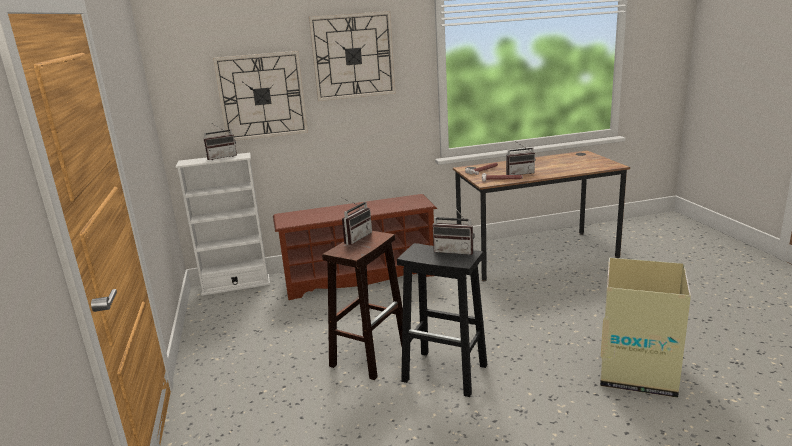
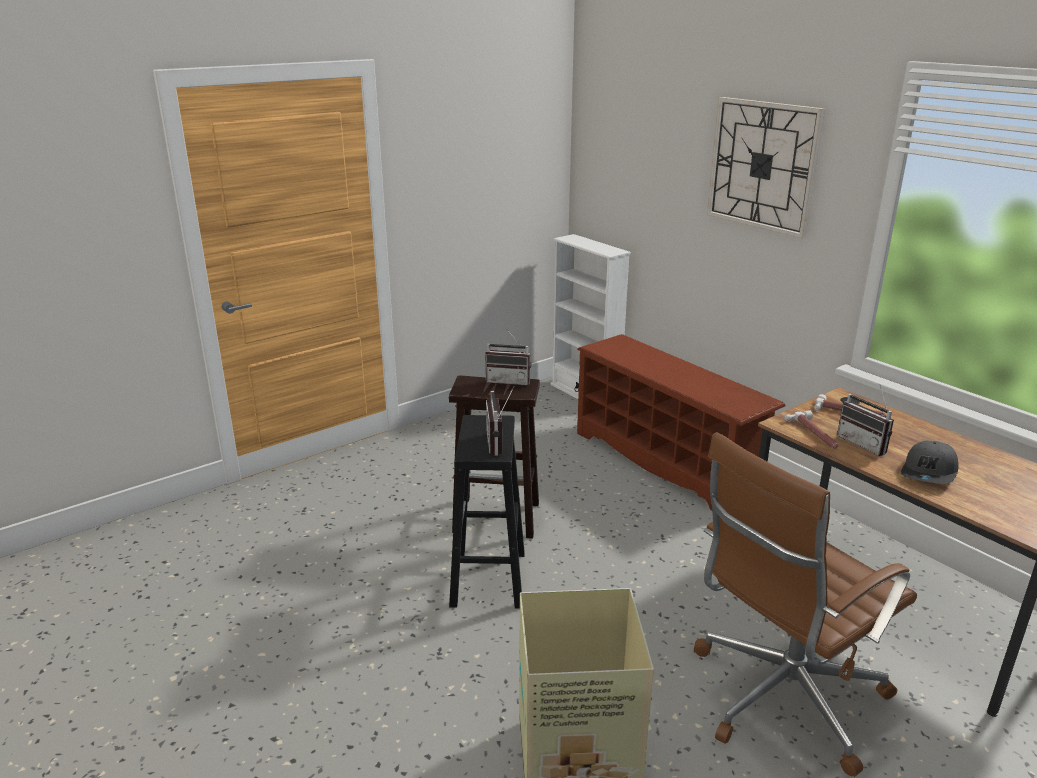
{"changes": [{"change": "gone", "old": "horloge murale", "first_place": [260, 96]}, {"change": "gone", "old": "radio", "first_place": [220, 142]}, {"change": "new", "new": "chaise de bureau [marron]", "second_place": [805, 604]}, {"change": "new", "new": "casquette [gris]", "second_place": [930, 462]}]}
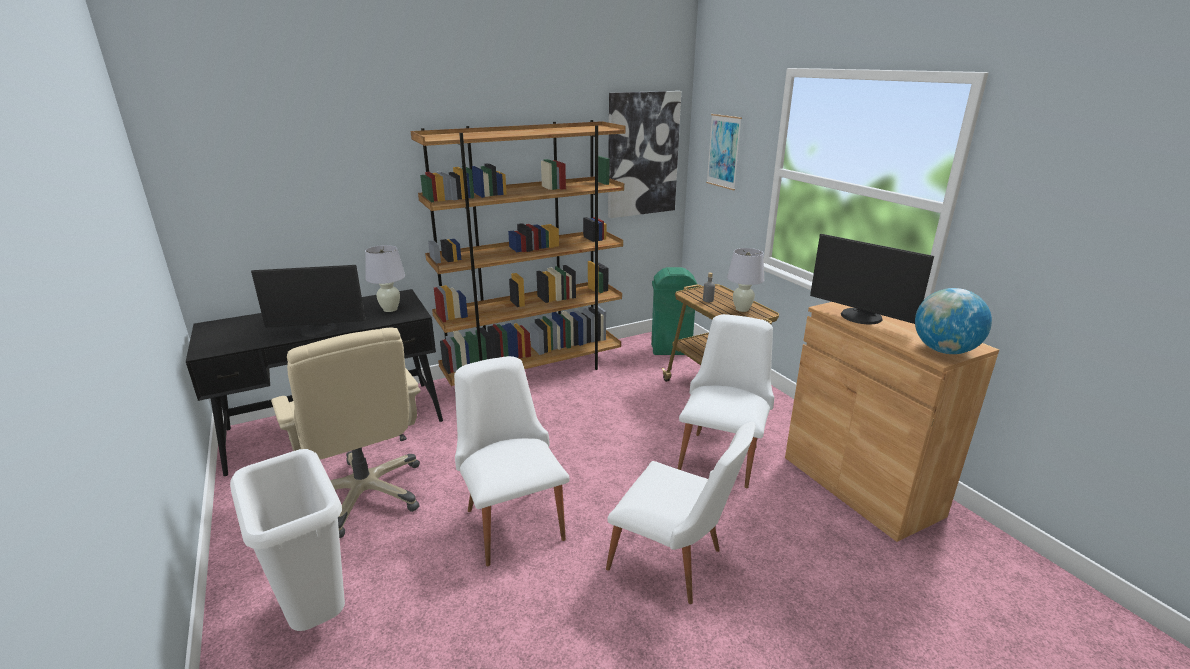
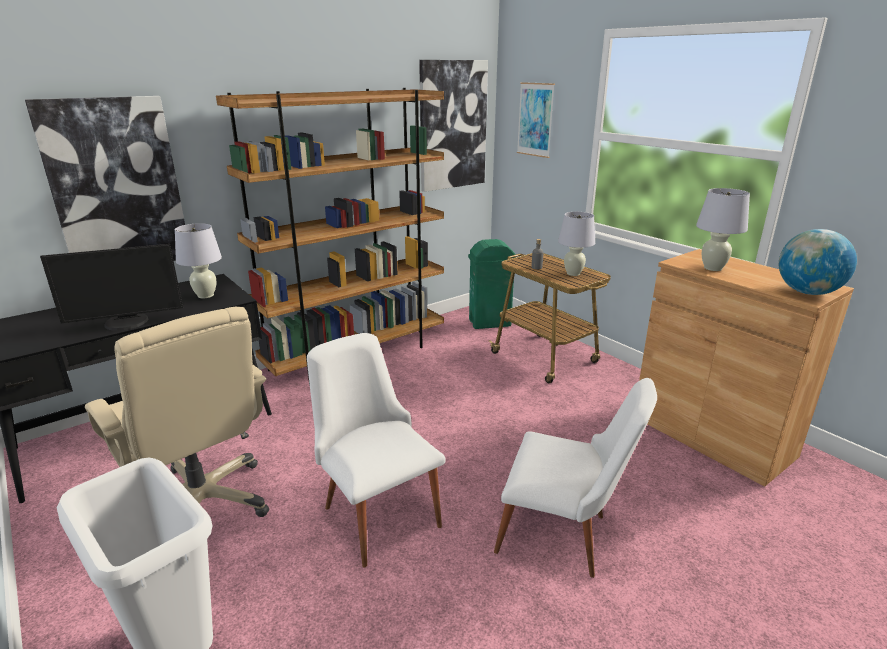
{"changes": [{"change": "swapped", "old": "écran d'ordinateur", "new": "lampe de table [blanc]", "first_place": [872, 279], "second_place": [723, 229]}, {"change": "gone", "old": "chaise [blanc]", "first_place": [726, 401]}, {"change": "new", "new": "tableau", "second_place": [105, 178]}]}
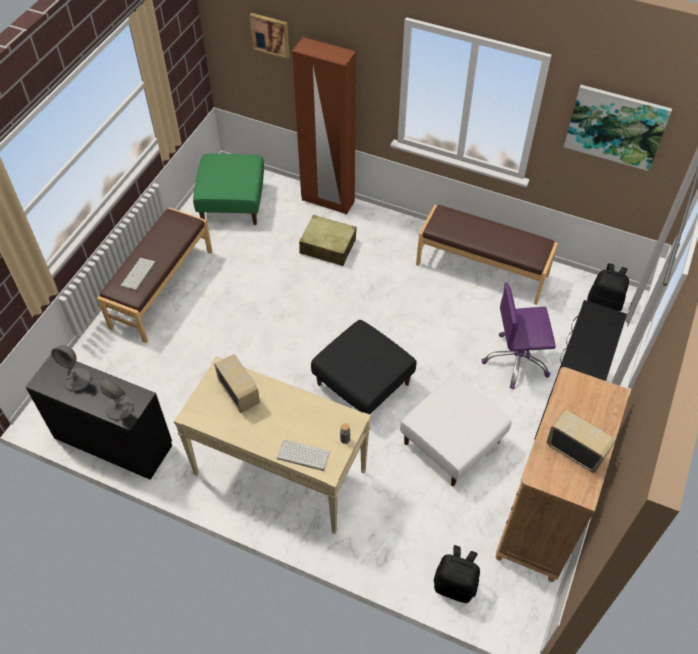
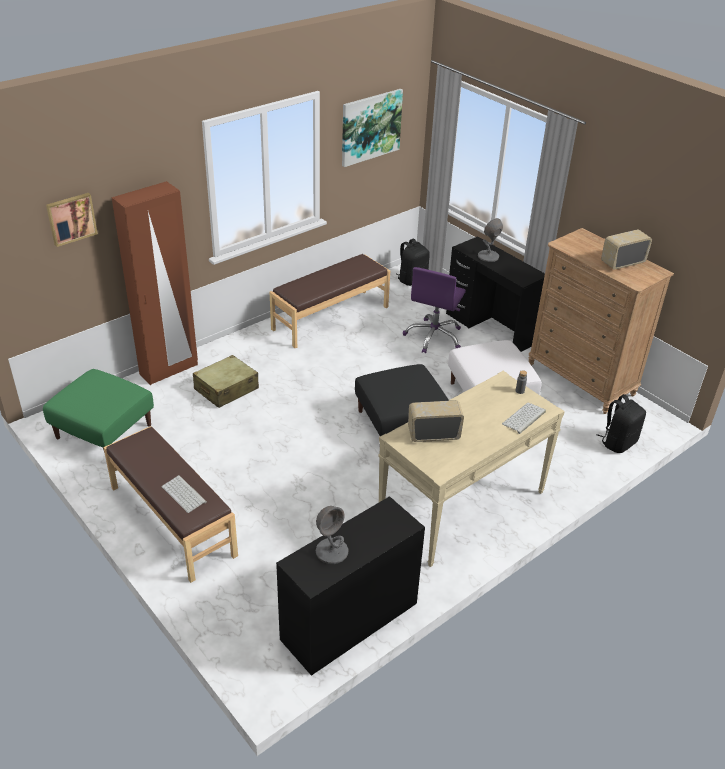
{"changes": [{"change": "shifted", "old": "lampe de table [gris]", "first_place": [116, 399], "second_place": [490, 240]}]}
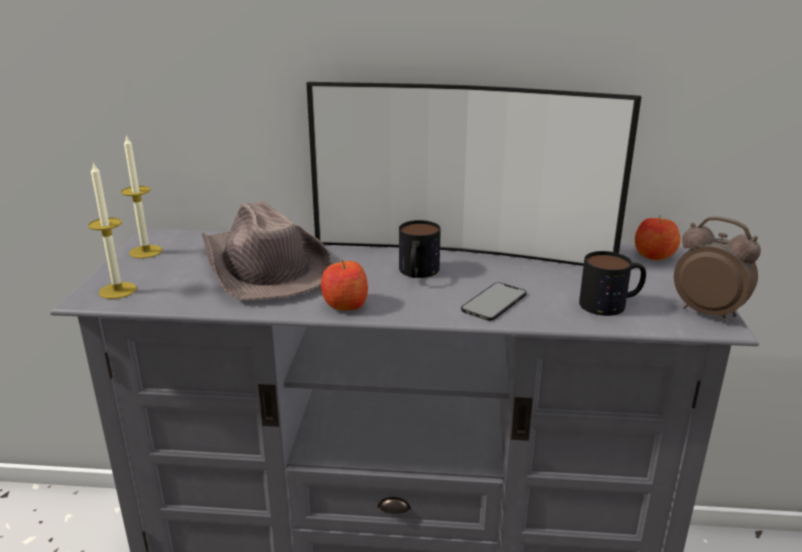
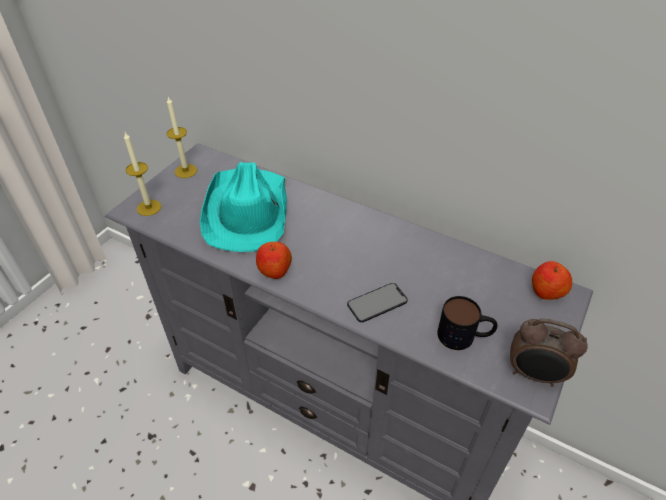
{"changes": [{"change": "gone", "old": "téléviseur", "first_place": [473, 174]}, {"change": "repainted", "old": "chapeau [marron]", "new": "chapeau [turquoise]", "first_place": [267, 250], "second_place": [243, 207]}, {"change": "rotated", "old": "réveil", "first_place": [717, 269], "second_place": [549, 352], "degrees": 135}, {"change": "gone", "old": "mug", "first_place": [420, 249]}]}
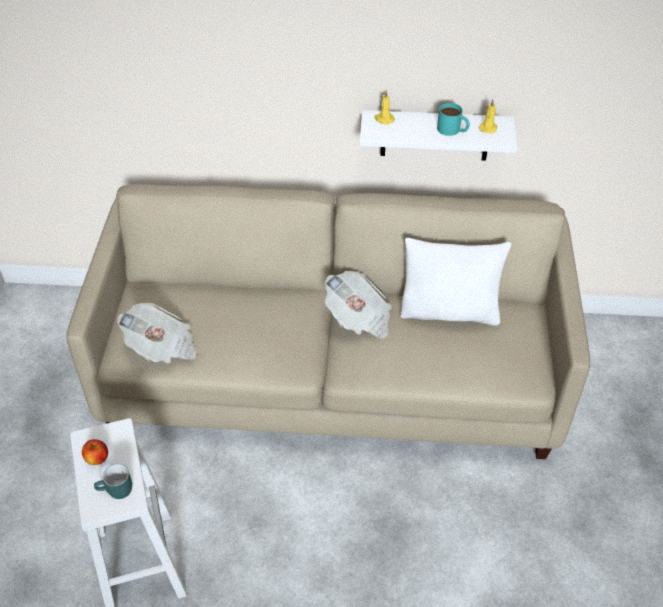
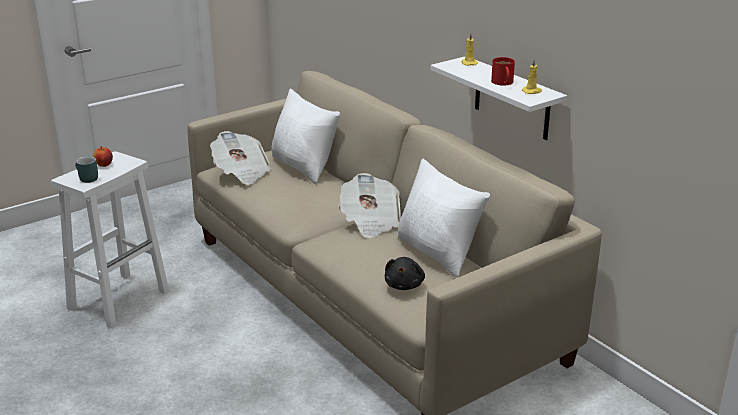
{"changes": [{"change": "repainted", "old": "mug [turquoise]", "new": "mug [rouge]", "first_place": [453, 119], "second_place": [503, 71]}, {"change": "new", "new": "coussin [blanc]", "second_place": [306, 136]}, {"change": "new", "new": "peluche [noir]", "second_place": [405, 273]}]}
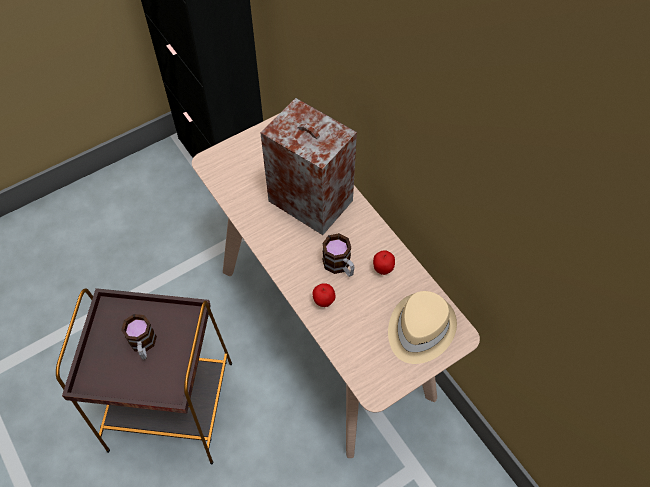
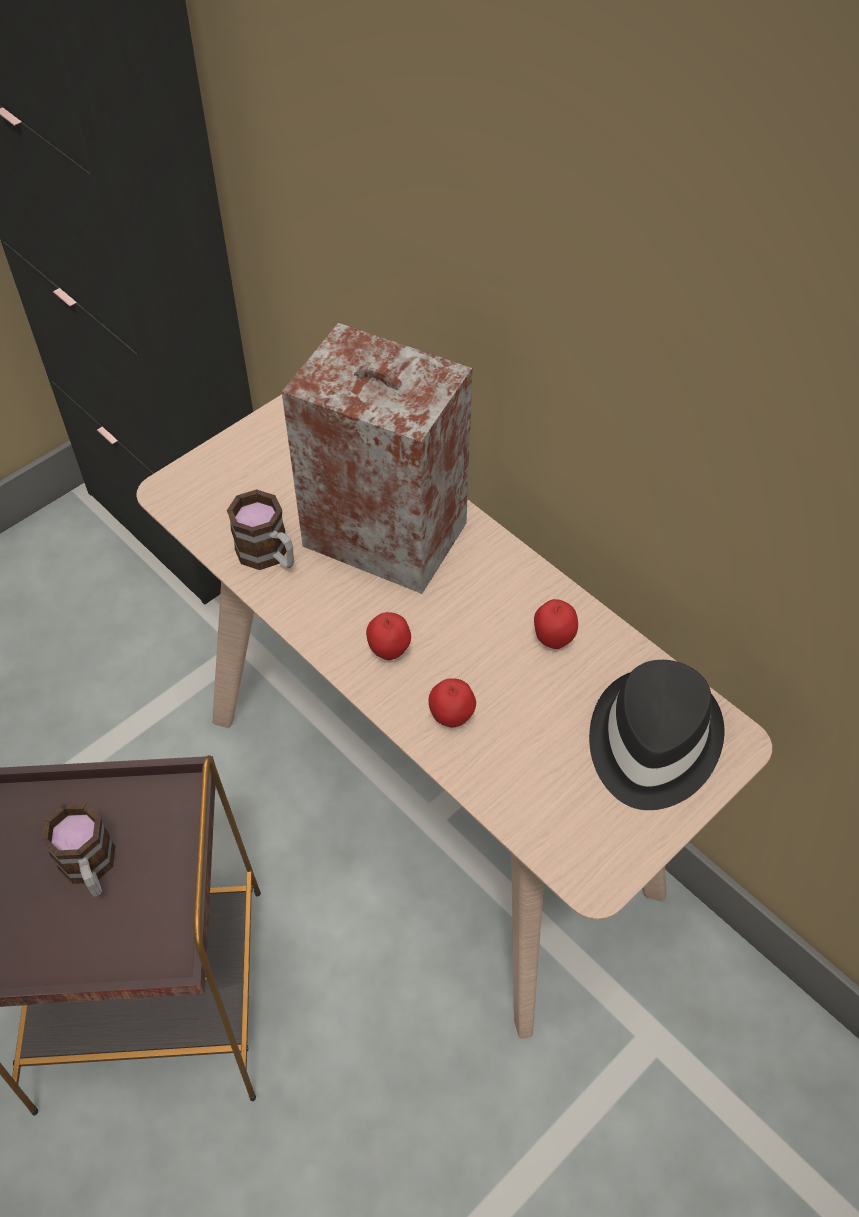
{"changes": [{"change": "shifted", "old": "mug", "first_place": [338, 255], "second_place": [260, 529]}, {"change": "repainted", "old": "chapeau [beige]", "new": "chapeau [noir]", "first_place": [422, 327], "second_place": [656, 735]}, {"change": "new", "new": "pomme", "second_place": [388, 636]}]}
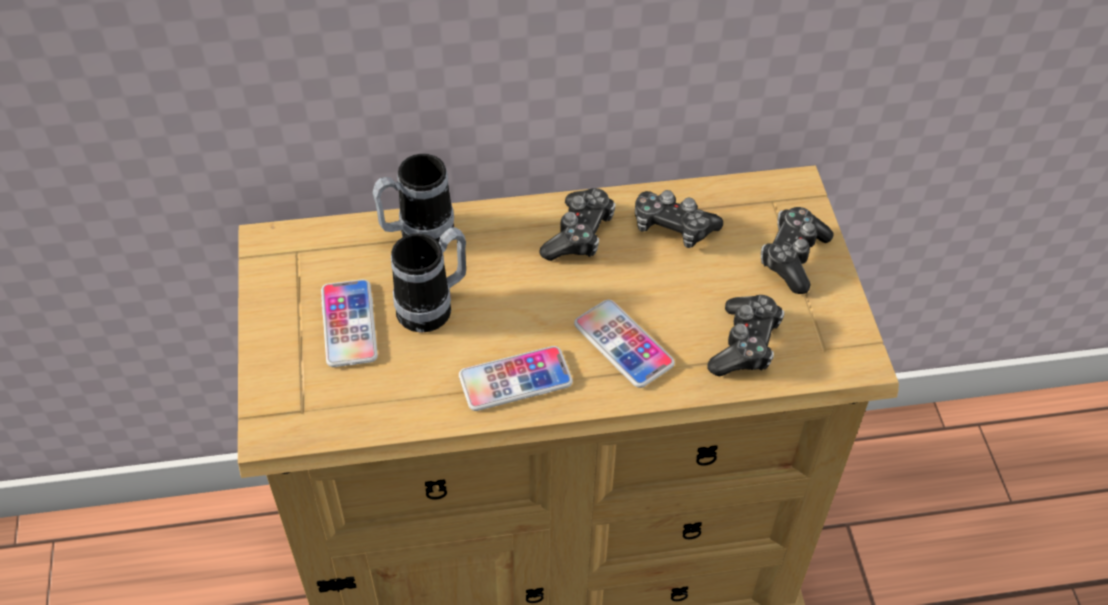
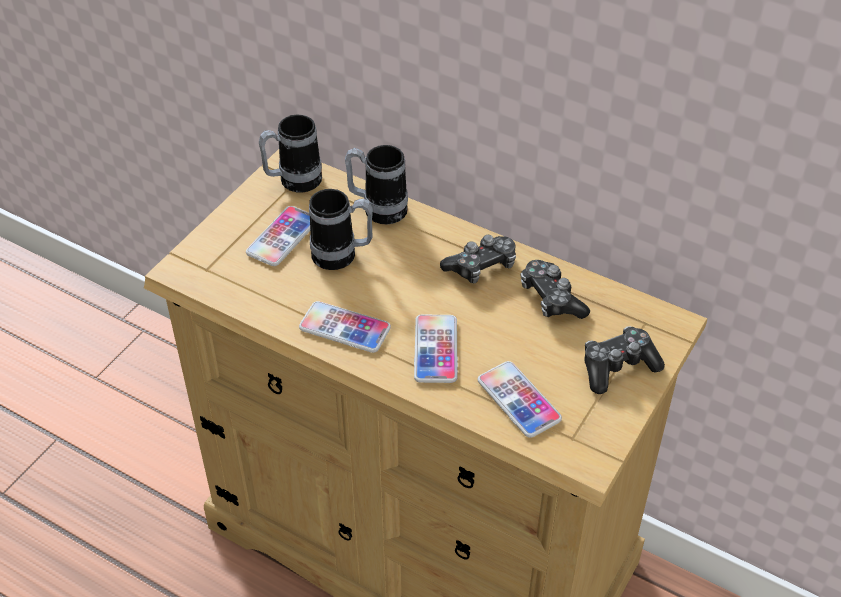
{"changes": [{"change": "swapped", "old": "manette", "new": "téléphone", "first_place": [746, 335], "second_place": [520, 399]}, {"change": "new", "new": "mug", "second_place": [290, 154]}]}
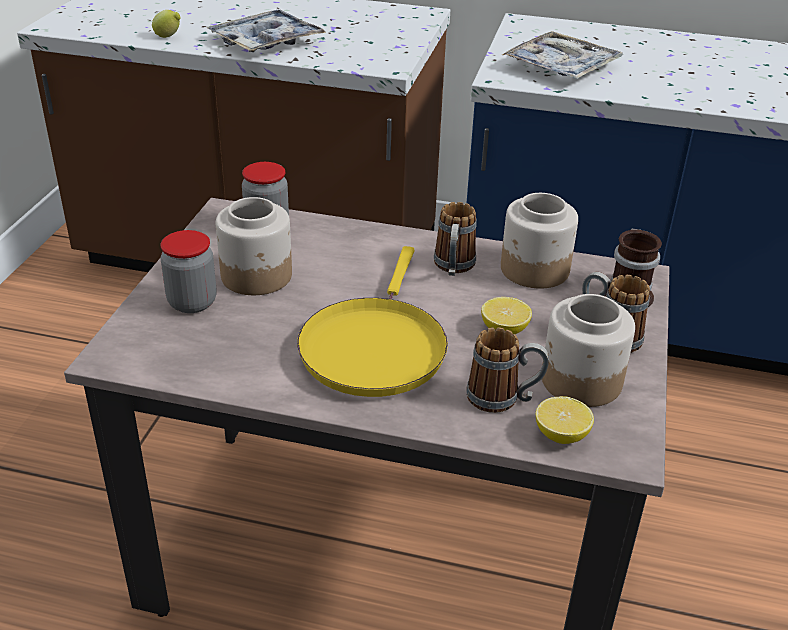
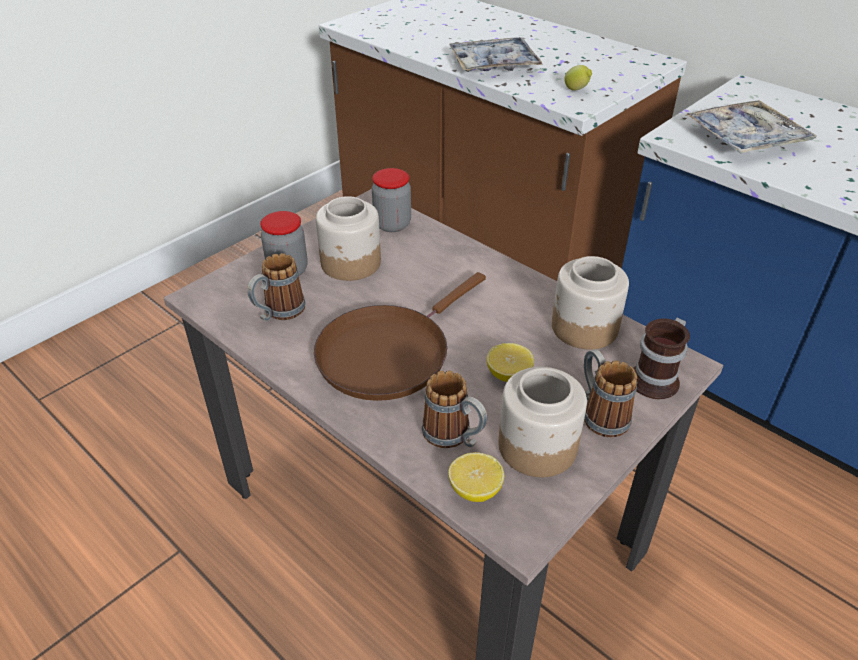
{"changes": [{"change": "shifted", "old": "citron", "first_place": [166, 24], "second_place": [578, 78]}, {"change": "shifted", "old": "mug", "first_place": [455, 239], "second_place": [276, 287]}, {"change": "repainted", "old": "poêle [jaune]", "new": "poêle [marron]", "first_place": [372, 321], "second_place": [400, 336]}]}
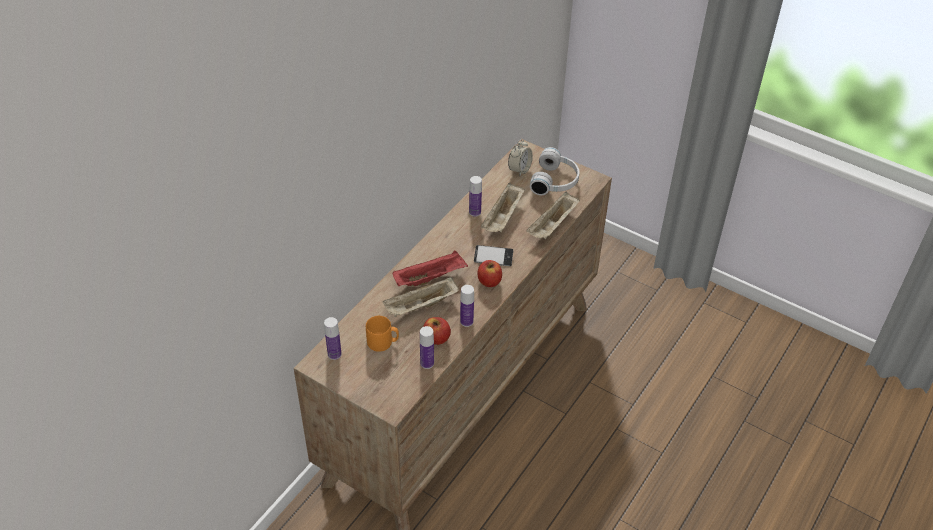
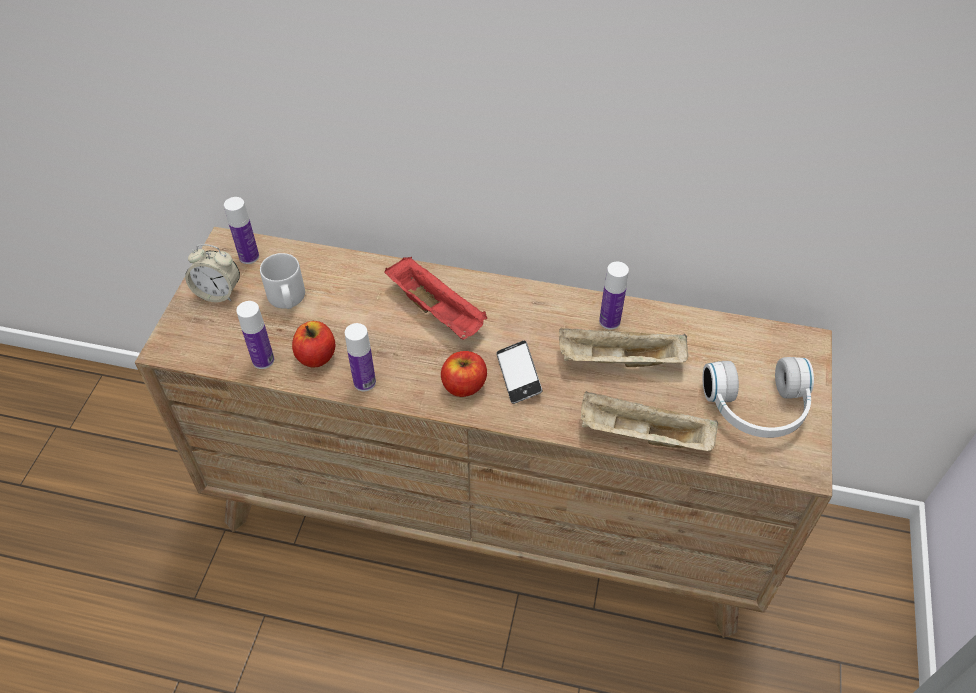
{"changes": [{"change": "shifted", "old": "réveil", "first_place": [520, 157], "second_place": [212, 273]}, {"change": "gone", "old": "plateau [beige]", "first_place": [421, 297]}, {"change": "repainted", "old": "mug [orange]", "new": "mug [gris]", "first_place": [382, 334], "second_place": [282, 281]}]}
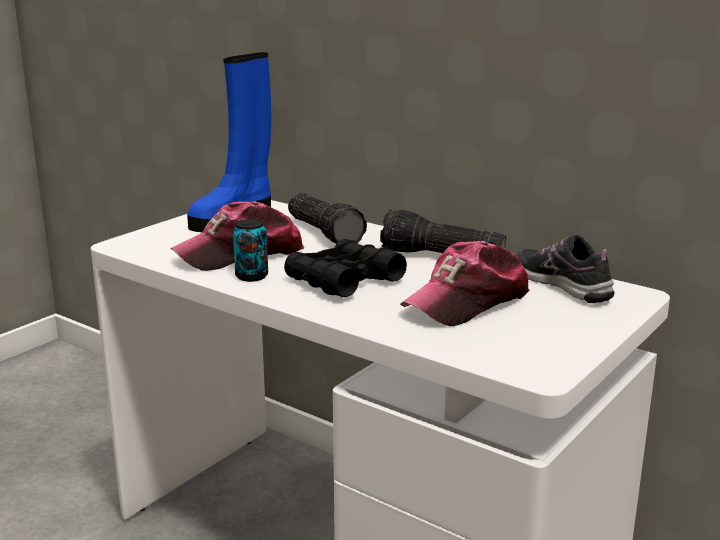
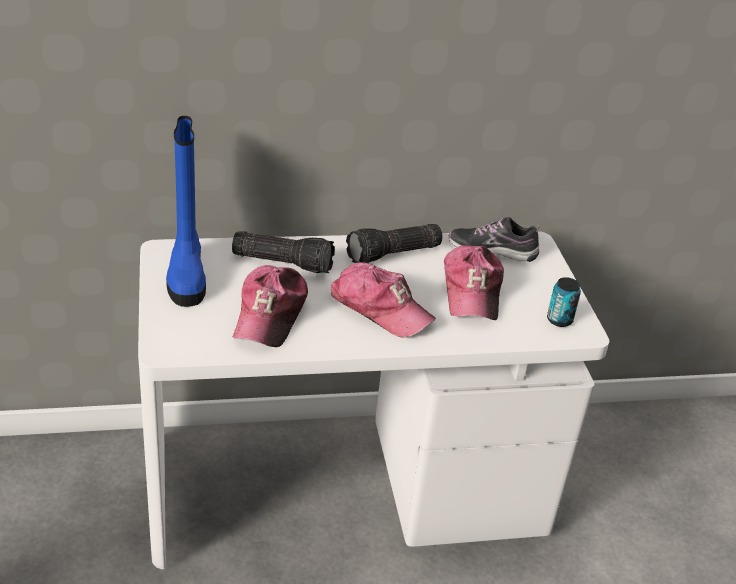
{"changes": [{"change": "shifted", "old": "boîte métallique", "first_place": [250, 250], "second_place": [564, 302]}, {"change": "swapped", "old": "jumelles [noir]", "new": "casquette", "first_place": [345, 268], "second_place": [383, 300]}]}
